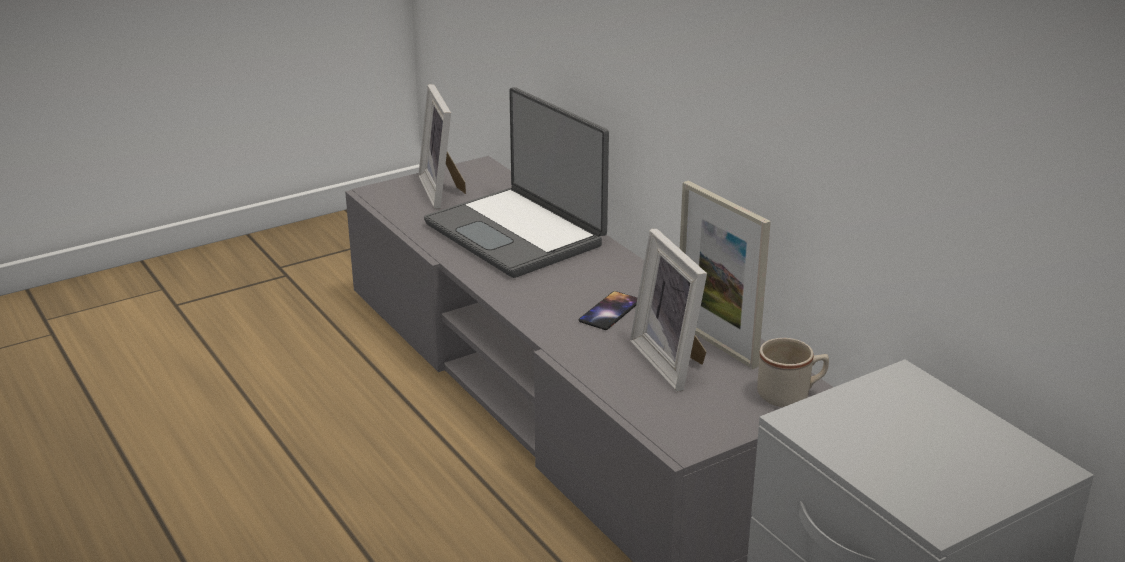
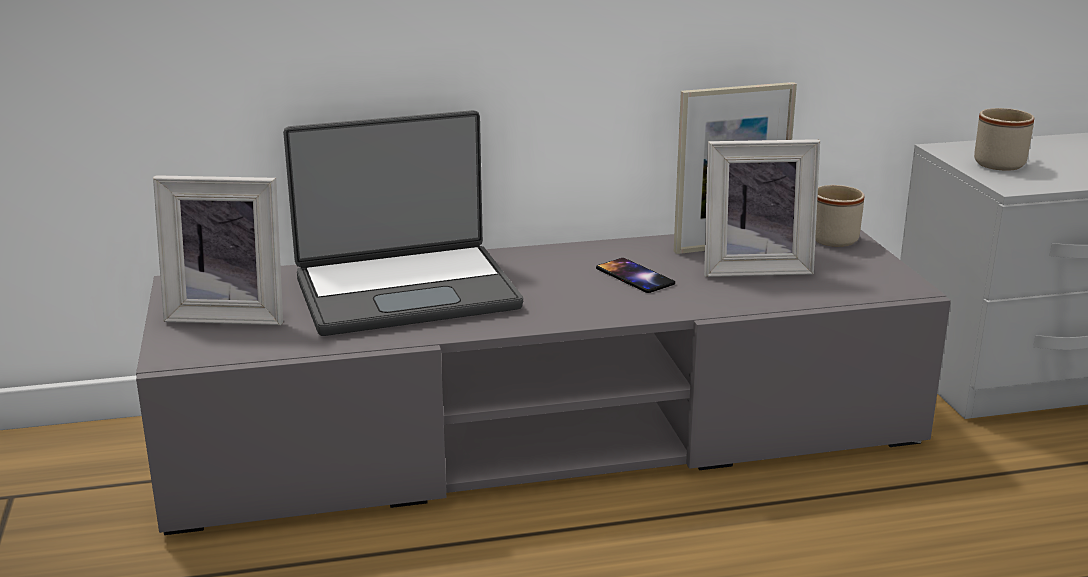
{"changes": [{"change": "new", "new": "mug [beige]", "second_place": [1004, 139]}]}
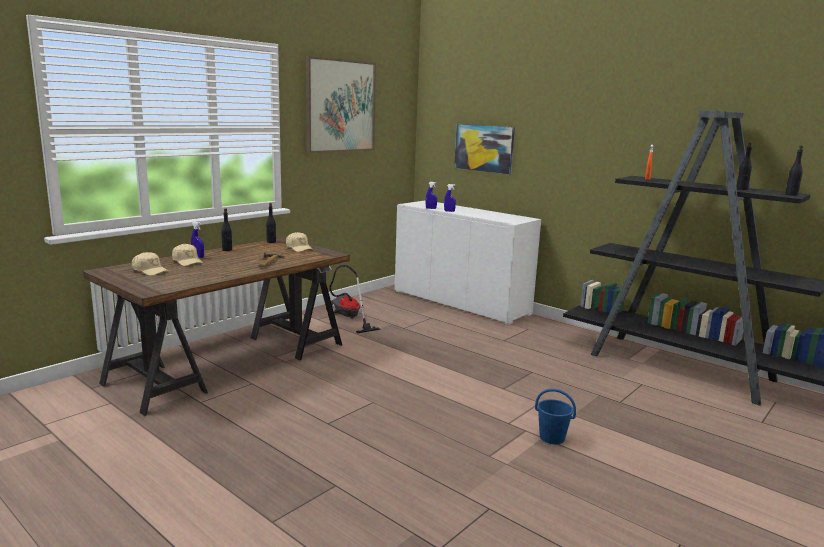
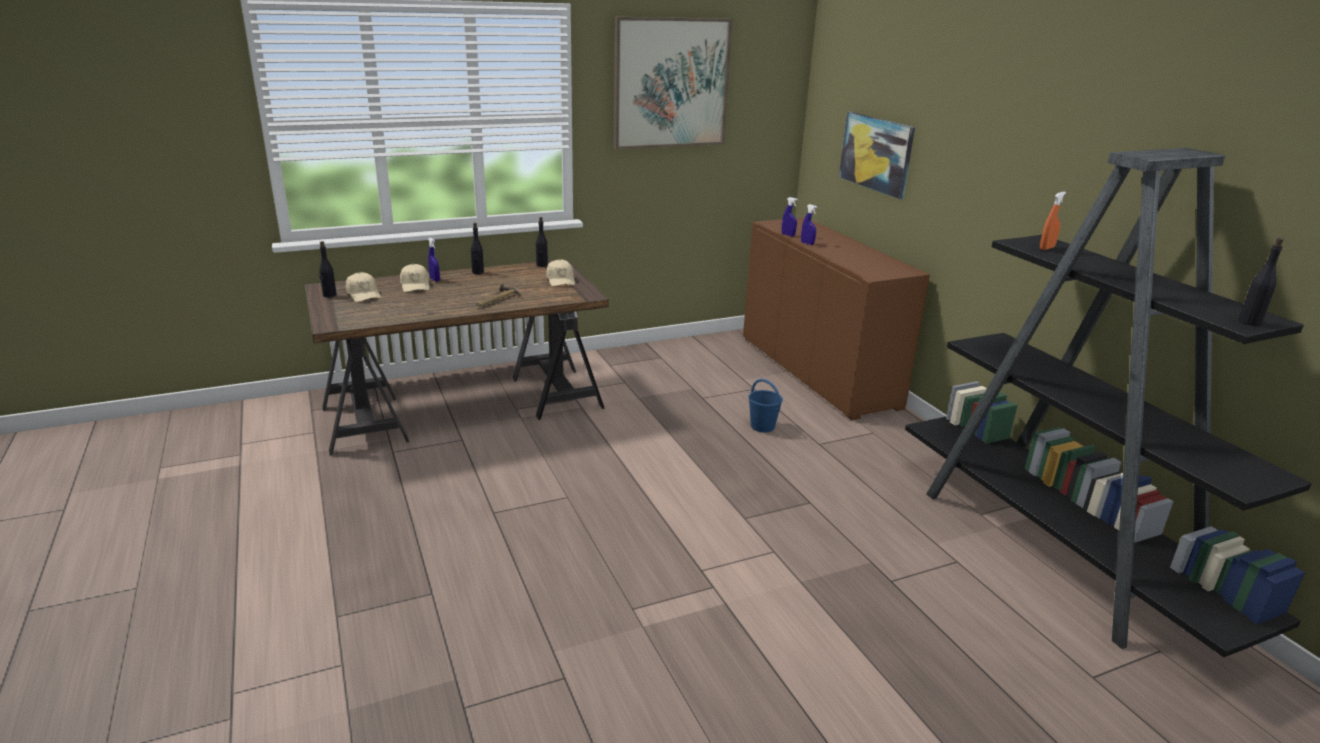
{"changes": [{"change": "shifted", "old": "bouteille [noir]", "first_place": [744, 166], "second_place": [328, 269]}, {"change": "repainted", "old": "meuble de rangement [blanc]", "new": "meuble de rangement [marron]", "first_place": [468, 262], "second_place": [836, 318]}, {"change": "gone", "old": "aspirateur", "first_place": [355, 299]}, {"change": "shifted", "old": "seau [bleu]", "first_place": [555, 416], "second_place": [766, 405]}]}
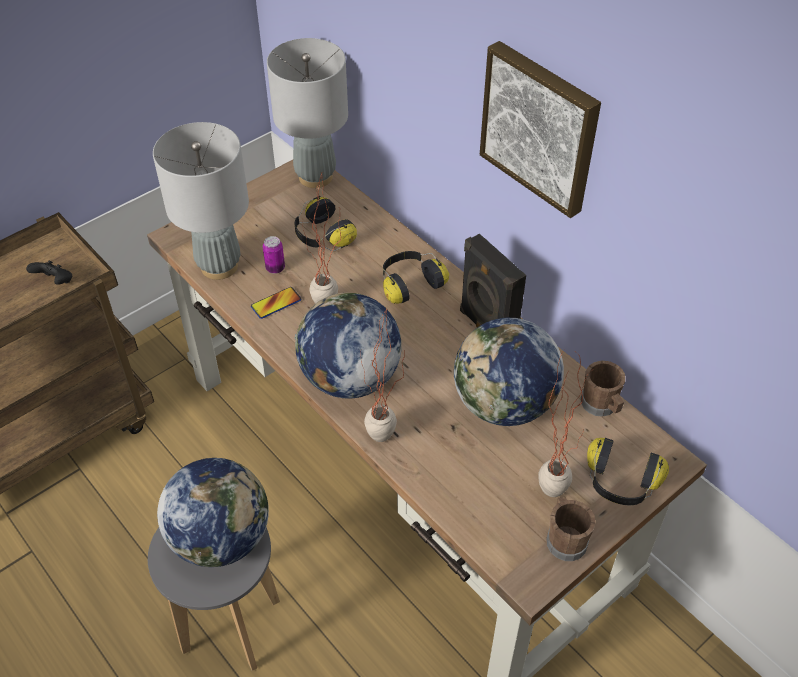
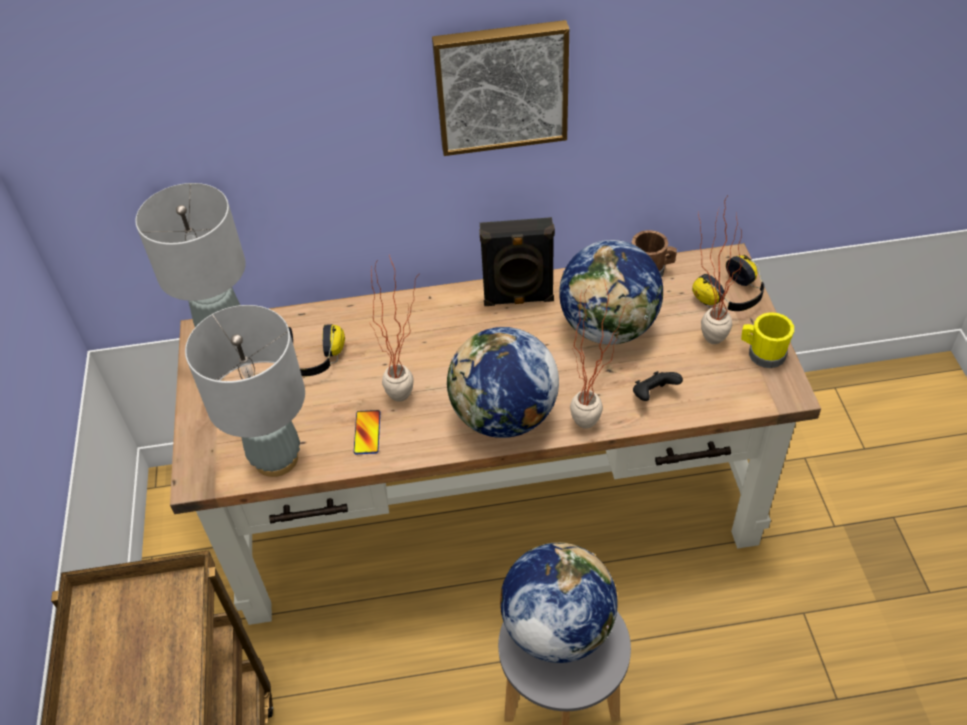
{"changes": [{"change": "gone", "old": "boîte métallique", "first_place": [274, 255]}, {"change": "gone", "old": "casque audio", "first_place": [416, 277]}, {"change": "shifted", "old": "manette [noir]", "first_place": [49, 273], "second_place": [658, 386]}, {"change": "repainted", "old": "mug [marron]", "new": "mug [jaune]", "first_place": [571, 529], "second_place": [767, 340]}]}
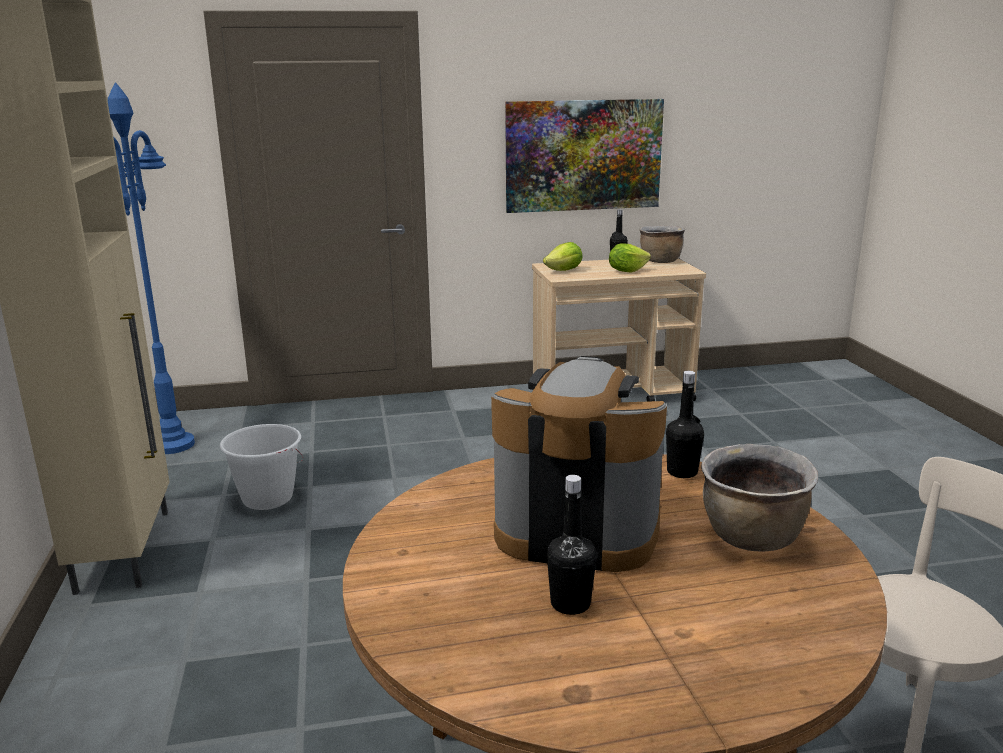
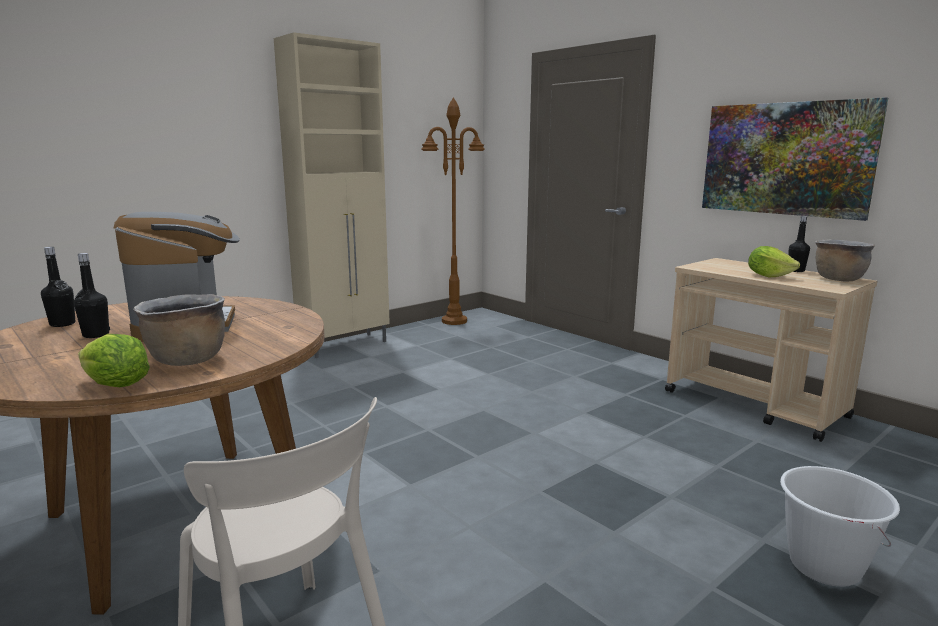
{"changes": [{"change": "repainted", "old": "lampadaire [bleu]", "new": "lampadaire [marron]", "first_place": [151, 268], "second_place": [453, 211]}, {"change": "shifted", "old": "laitue", "first_place": [563, 256], "second_place": [114, 360]}, {"change": "shifted", "old": "bouteille [noir]", "first_place": [685, 424], "second_place": [58, 287]}, {"change": "shifted", "old": "seau [blanc]", "first_place": [262, 467], "second_place": [840, 526]}]}
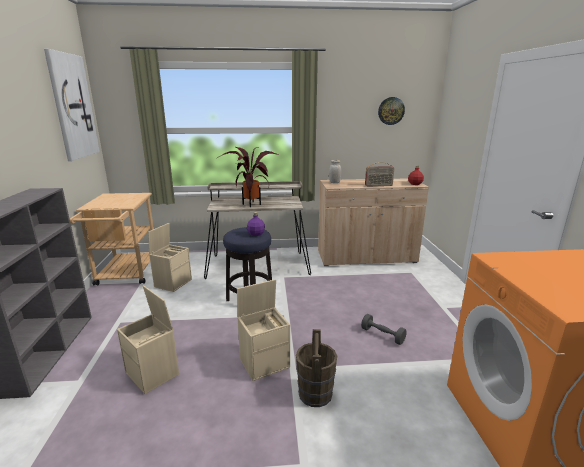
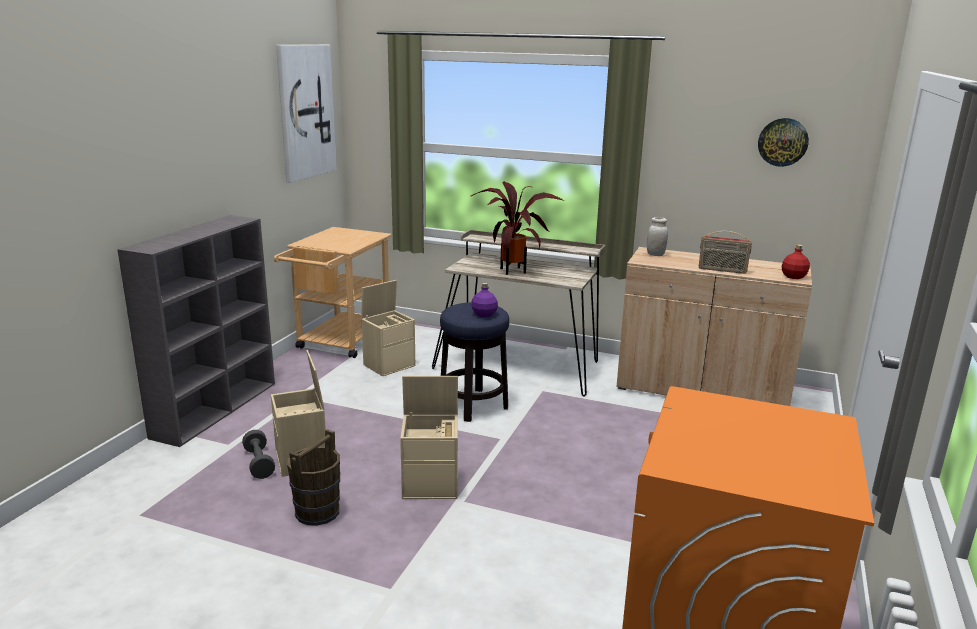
{"changes": [{"change": "shifted", "old": "haltère [gris]", "first_place": [384, 329], "second_place": [258, 454]}, {"change": "shifted", "old": "seau [marron]", "first_place": [316, 368], "second_place": [313, 477]}]}
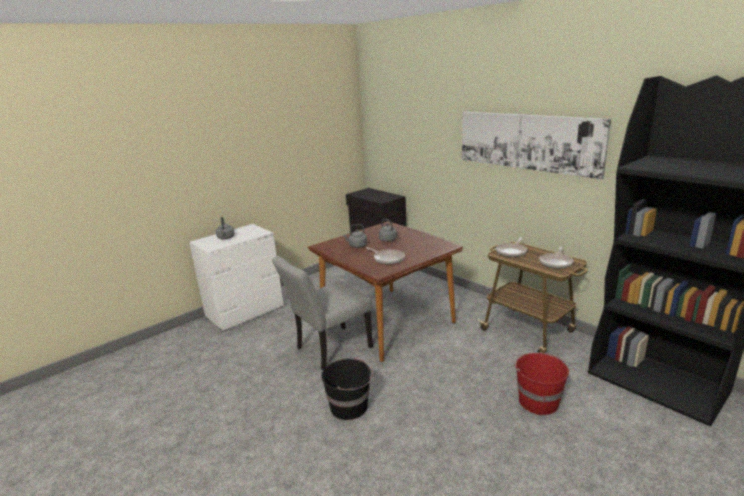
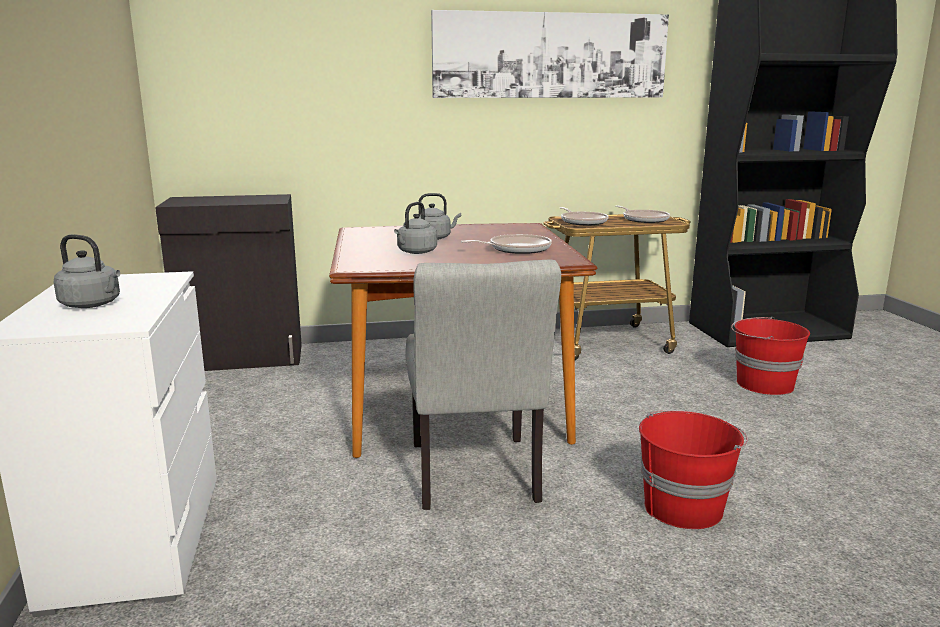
{"changes": [{"change": "repainted", "old": "seau [noir]", "new": "seau [rouge]", "first_place": [347, 389], "second_place": [693, 469]}]}
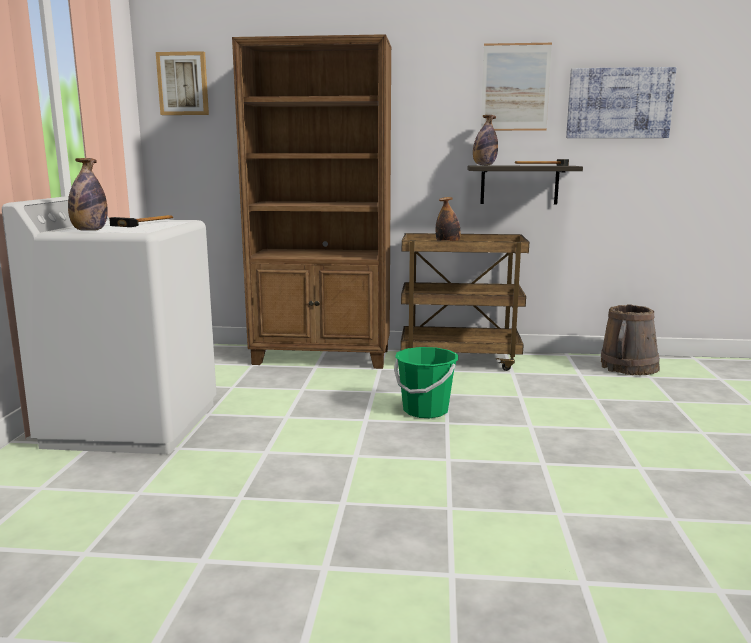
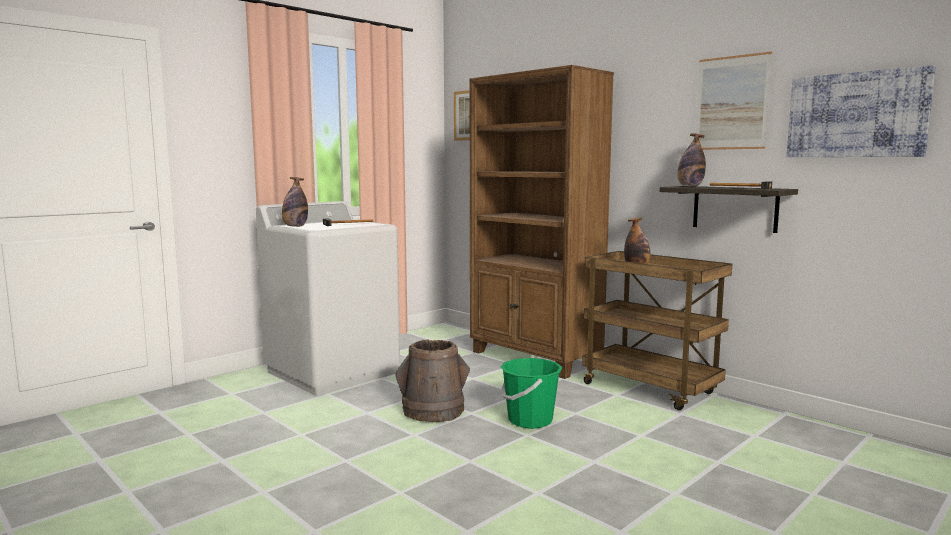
{"changes": [{"change": "shifted", "old": "seau [marron]", "first_place": [630, 339], "second_place": [432, 380]}]}
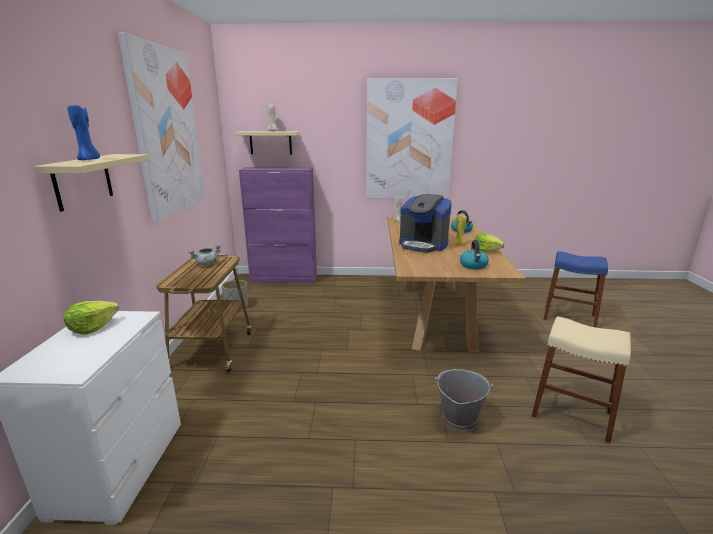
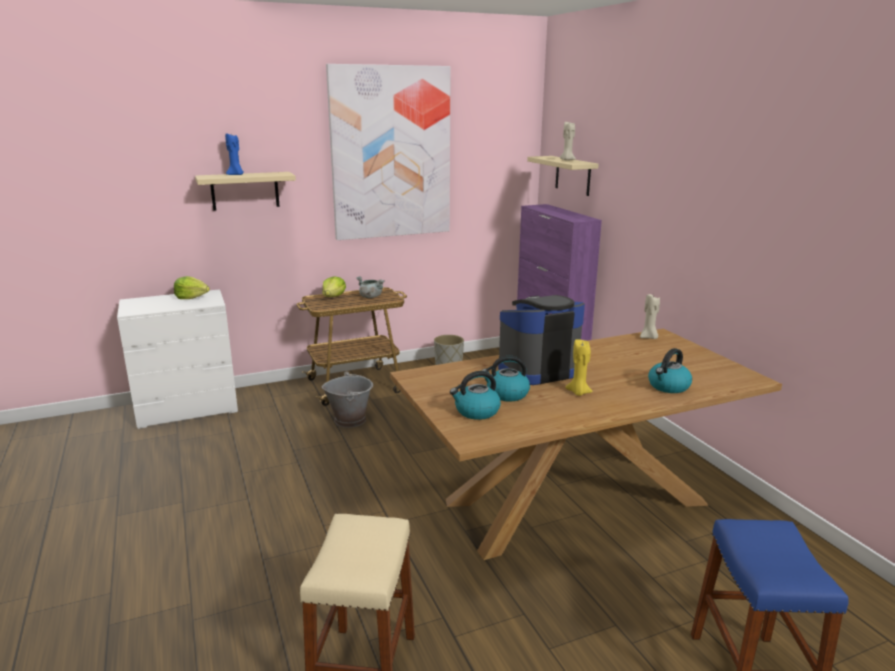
{"changes": [{"change": "gone", "old": "tableau", "first_place": [412, 138]}, {"change": "rotated", "old": "machine à café", "first_place": [425, 223], "second_place": [541, 340], "degrees": 60}, {"change": "shifted", "old": "laitue", "first_place": [489, 242], "second_place": [334, 286]}, {"change": "shifted", "old": "seau [gris]", "first_place": [464, 400], "second_place": [347, 399]}, {"change": "new", "new": "bouilloire", "second_place": [506, 379]}]}
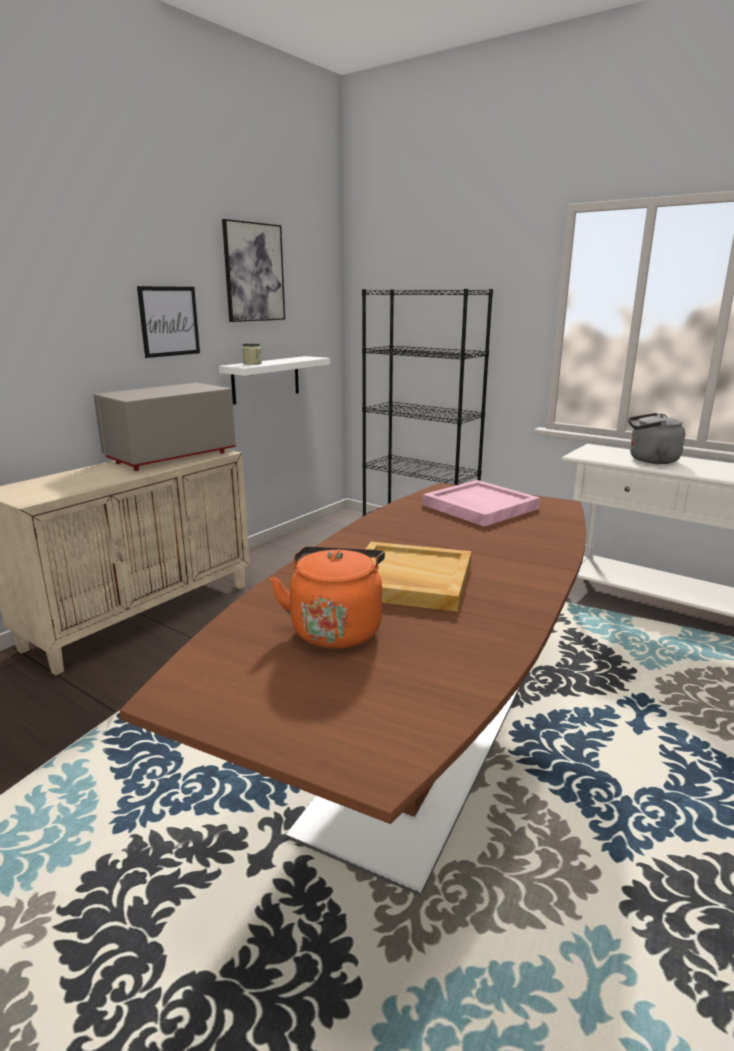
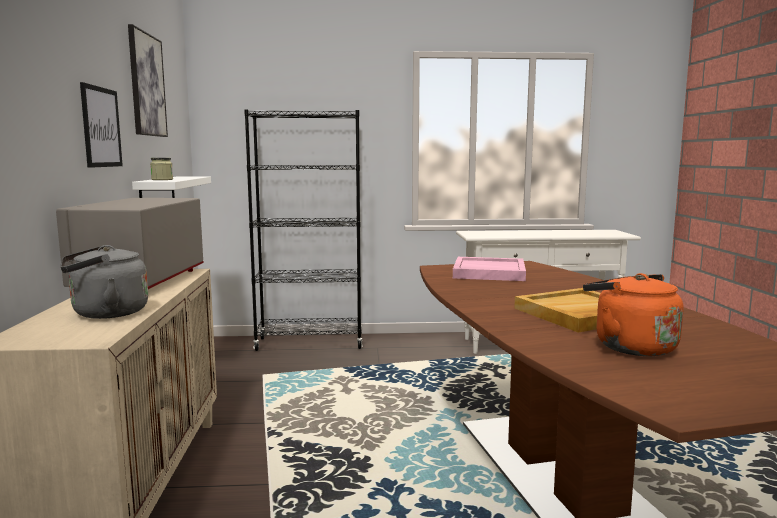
{"changes": [{"change": "shifted", "old": "bouilloire [gris]", "first_place": [656, 438], "second_place": [104, 282]}]}
